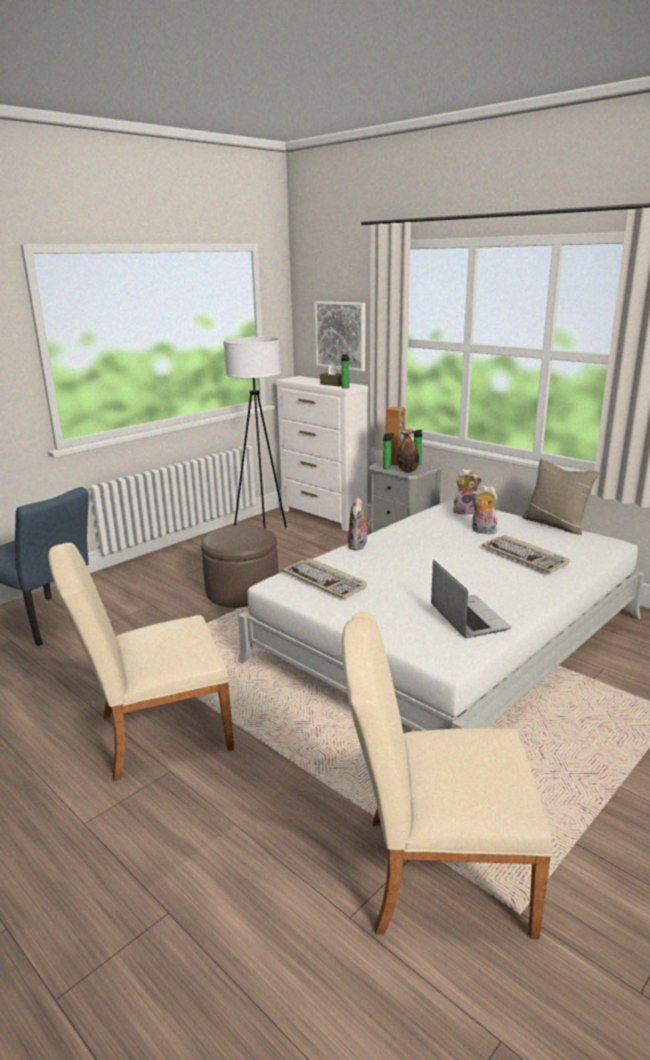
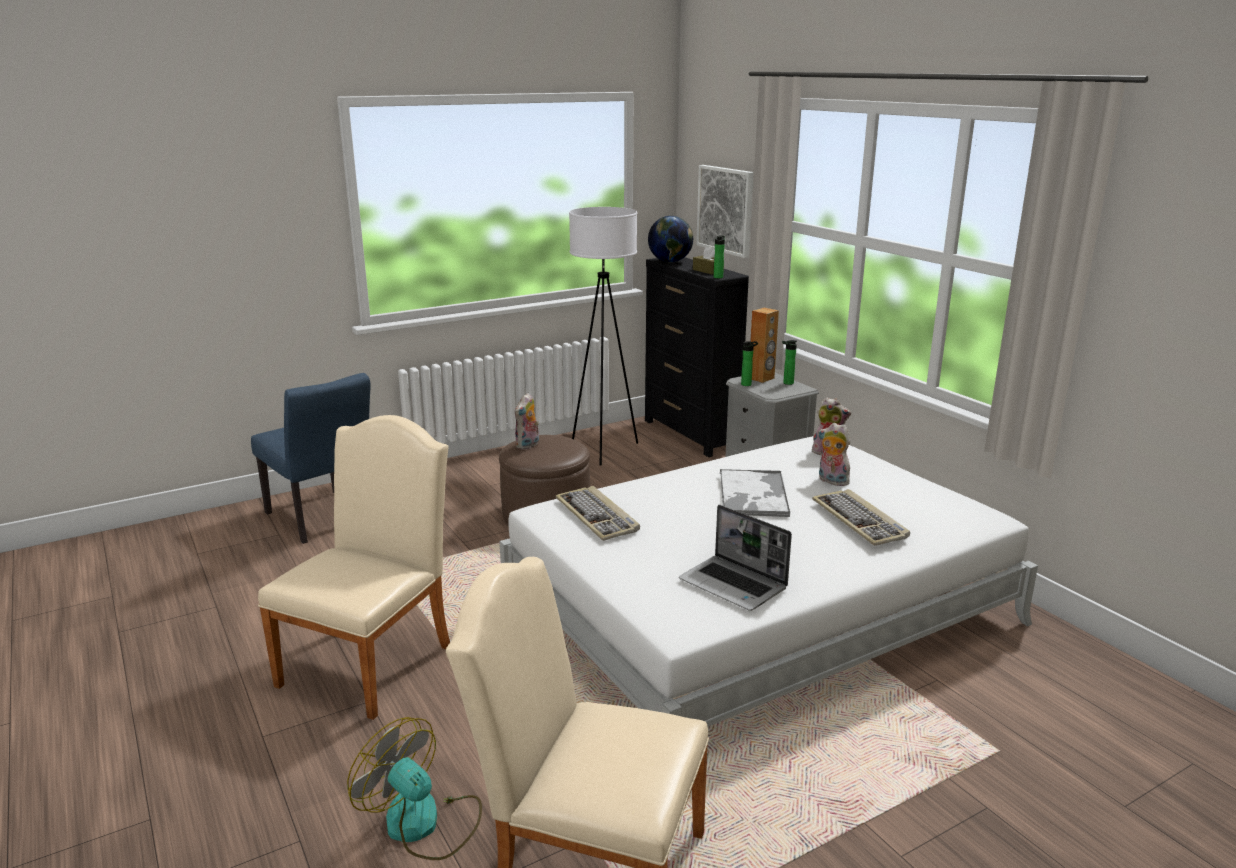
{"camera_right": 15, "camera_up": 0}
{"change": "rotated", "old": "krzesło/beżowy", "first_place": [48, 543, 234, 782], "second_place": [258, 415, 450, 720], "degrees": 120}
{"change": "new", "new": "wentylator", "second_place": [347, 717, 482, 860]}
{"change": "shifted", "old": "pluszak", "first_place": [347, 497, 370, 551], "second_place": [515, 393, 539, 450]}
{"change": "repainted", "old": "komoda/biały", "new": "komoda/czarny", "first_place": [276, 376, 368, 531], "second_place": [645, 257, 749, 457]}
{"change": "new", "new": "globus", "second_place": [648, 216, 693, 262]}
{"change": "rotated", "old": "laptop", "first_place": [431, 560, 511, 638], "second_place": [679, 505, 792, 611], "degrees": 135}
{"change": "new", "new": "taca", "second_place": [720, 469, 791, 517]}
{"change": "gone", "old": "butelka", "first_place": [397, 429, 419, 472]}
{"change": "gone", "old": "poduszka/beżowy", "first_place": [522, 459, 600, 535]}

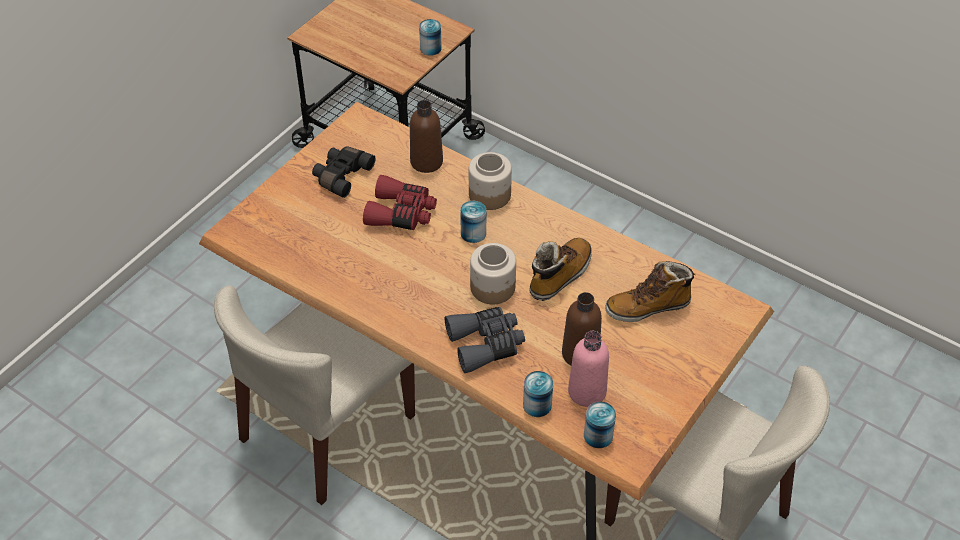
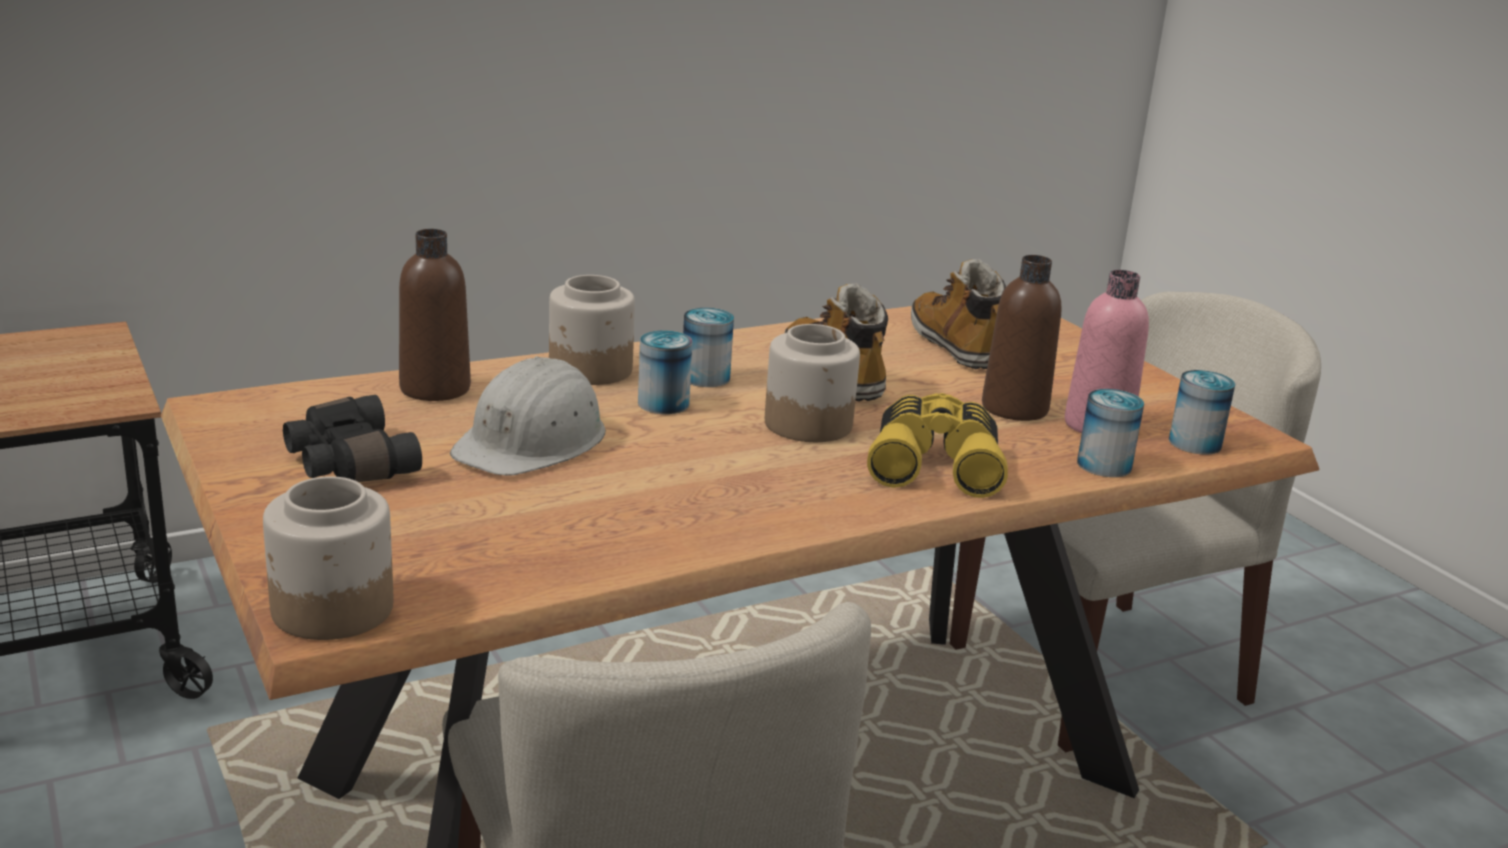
{"camera_right": -65, "camera_up": -25}
{"change": "new", "new": "słoik", "second_place": [263, 476, 394, 640]}
{"change": "swapped", "old": "lornetka/czerwony", "new": "kask/biały", "first_place": [363, 175, 437, 230], "second_place": [450, 356, 606, 476]}
{"change": "shifted", "old": "puszka", "first_place": [419, 19, 442, 56], "second_place": [683, 308, 734, 387]}
{"change": "repainted", "old": "lornetka/szary", "new": "lornetka/żółty", "first_place": [445, 307, 525, 373], "second_place": [867, 393, 1008, 498]}
{"change": "rotated", "old": "but z cholewką", "first_place": [606, 261, 695, 322], "second_place": [911, 259, 1006, 369], "degrees": 150}

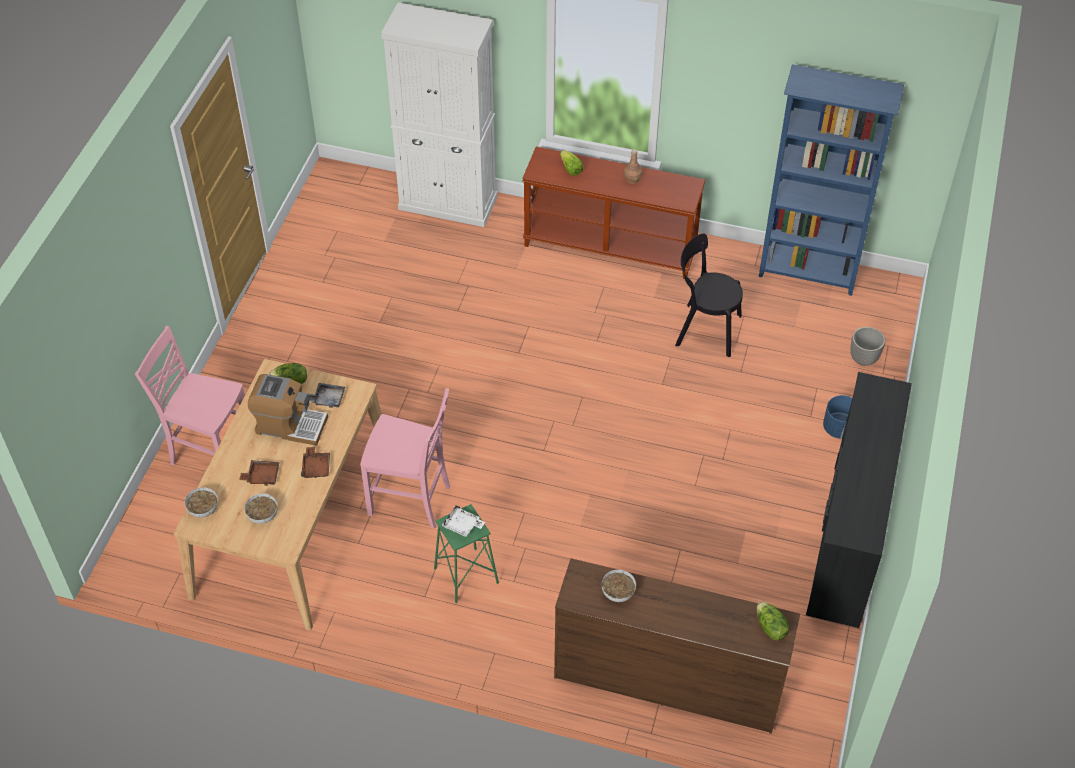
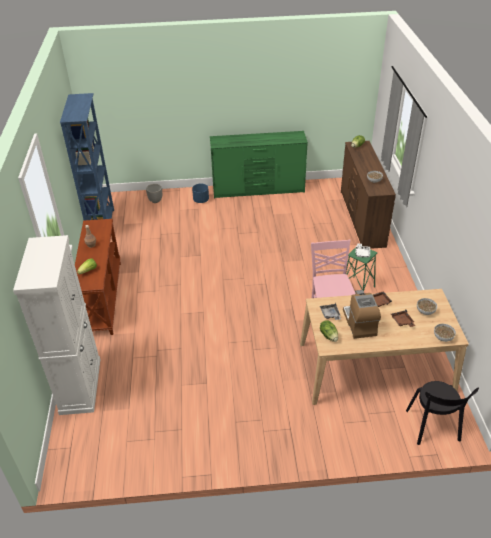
{"camera_right": -110, "camera_up": -10}
{"change": "repainted", "old": "komoda/czarny", "new": "komoda/zielony", "first_place": [806, 372, 912, 628], "second_place": [210, 131, 308, 198]}
{"change": "shifted", "old": "krzesło/czarny", "first_place": [675, 234, 743, 357], "second_place": [406, 381, 479, 445]}
{"change": "gone", "old": "krzesło/różowy", "first_place": [135, 326, 245, 465]}

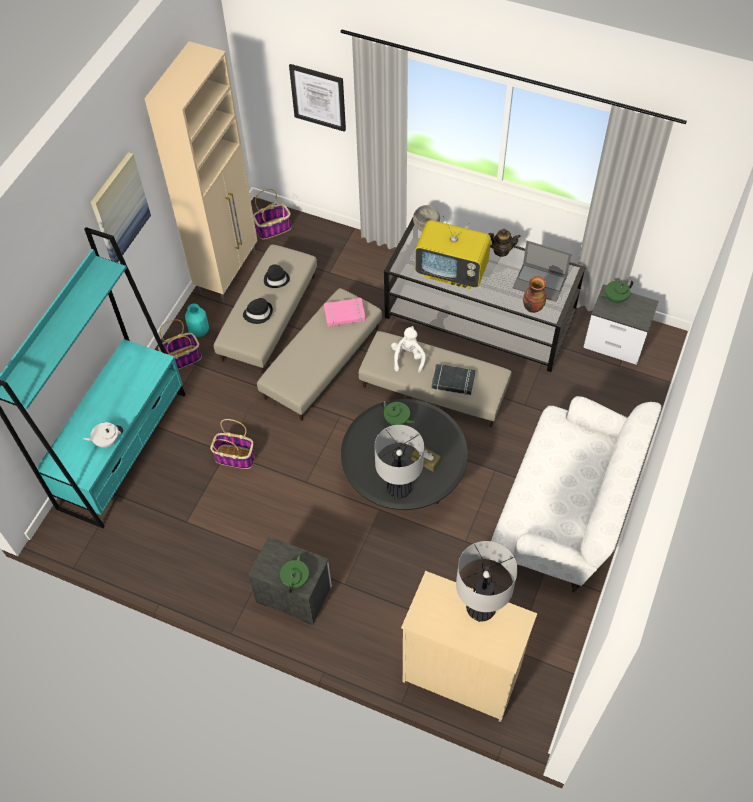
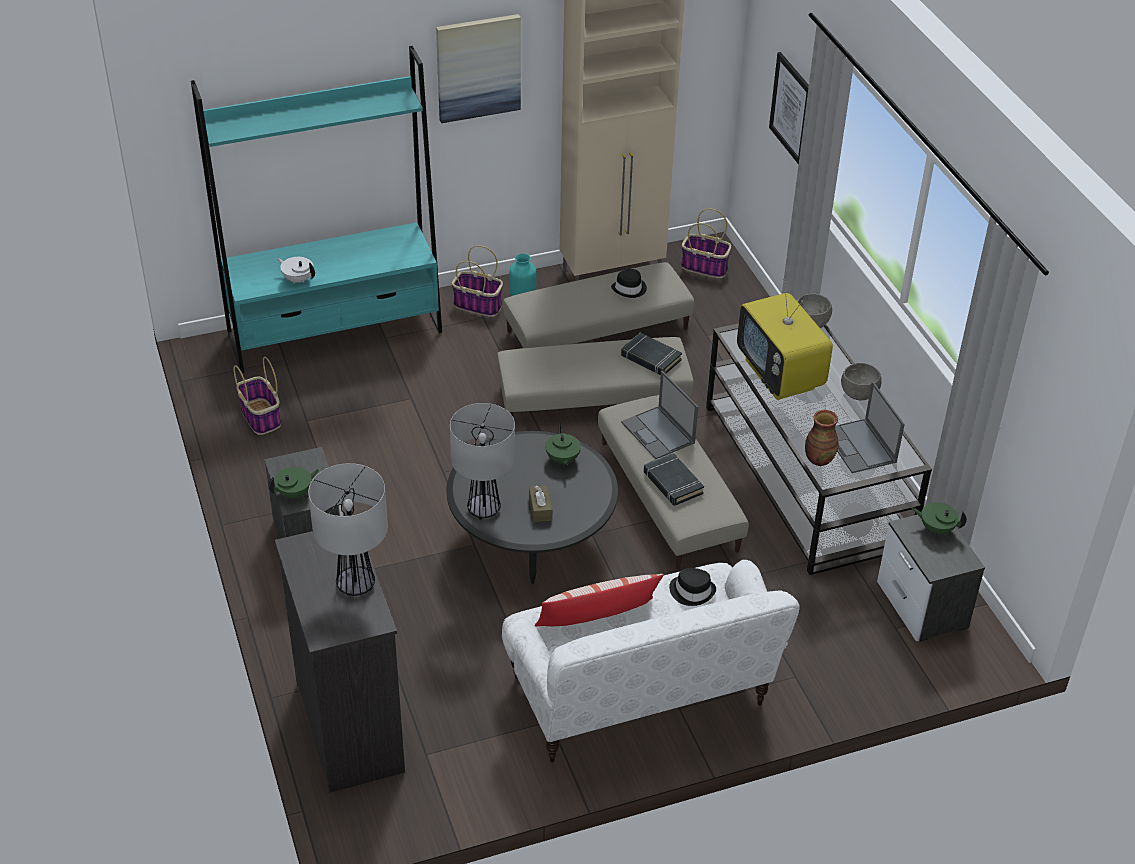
{"camera_right": 45, "camera_up": -15}
{"change": "shifted", "old": "koszyk", "first_place": [210, 419, 255, 469], "second_place": [234, 356, 281, 435]}
{"change": "repainted", "old": "komoda/beżowy", "new": "komoda/czarny", "first_place": [401, 571, 537, 722], "second_place": [275, 531, 405, 793]}
{"change": "new", "new": "poduszka", "second_place": [535, 574, 664, 627]}
{"change": "repainted", "old": "książka/różowy", "new": "książka/czarny", "first_place": [324, 298, 366, 327], "second_place": [621, 332, 682, 375]}
{"change": "swapped", "old": "pluszak/biały", "new": "laptop", "first_place": [391, 326, 426, 373], "second_place": [621, 371, 698, 459]}
{"change": "shifted", "old": "kapelusz/czarny", "first_place": [243, 298, 273, 324], "second_place": [669, 568, 716, 606]}
{"change": "swapped", "old": "imbryk", "new": "miska/szary", "first_place": [489, 229, 521, 257], "second_place": [841, 363, 882, 400]}

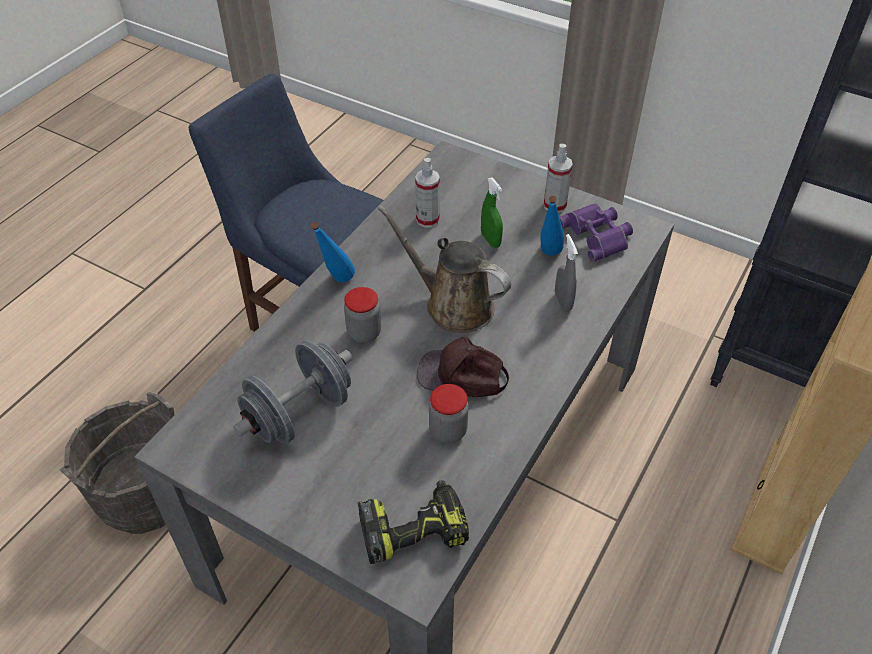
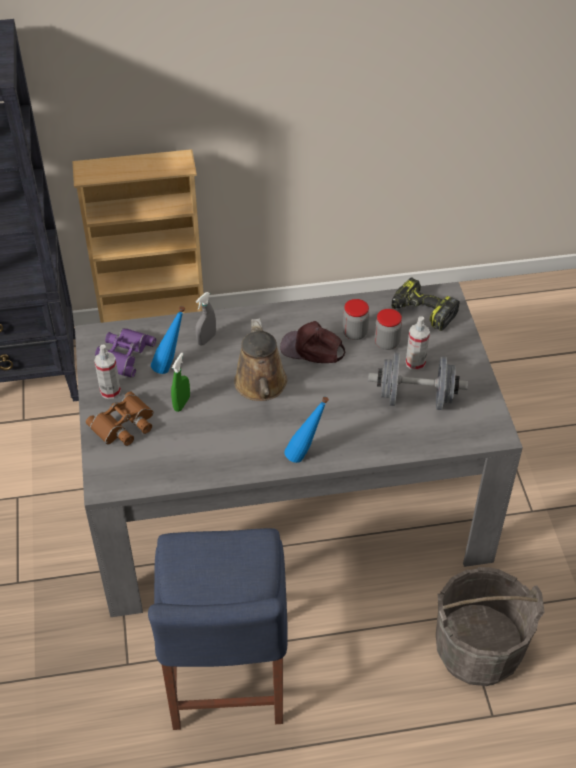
{"camera_right": -130, "camera_up": 0}
{"change": "new", "new": "lornetka/brązowy", "second_place": [86, 391, 153, 446]}
{"change": "rotated", "old": "czapka z daszkiem/brązowy", "first_place": [417, 337, 509, 397], "second_place": [280, 321, 345, 363], "degrees": 135}
{"change": "shifted", "old": "słoik", "first_place": [344, 287, 381, 343], "second_place": [374, 309, 402, 350]}
{"change": "shifted", "old": "spryskiwacz", "first_place": [415, 158, 440, 228], "second_place": [406, 316, 430, 371]}

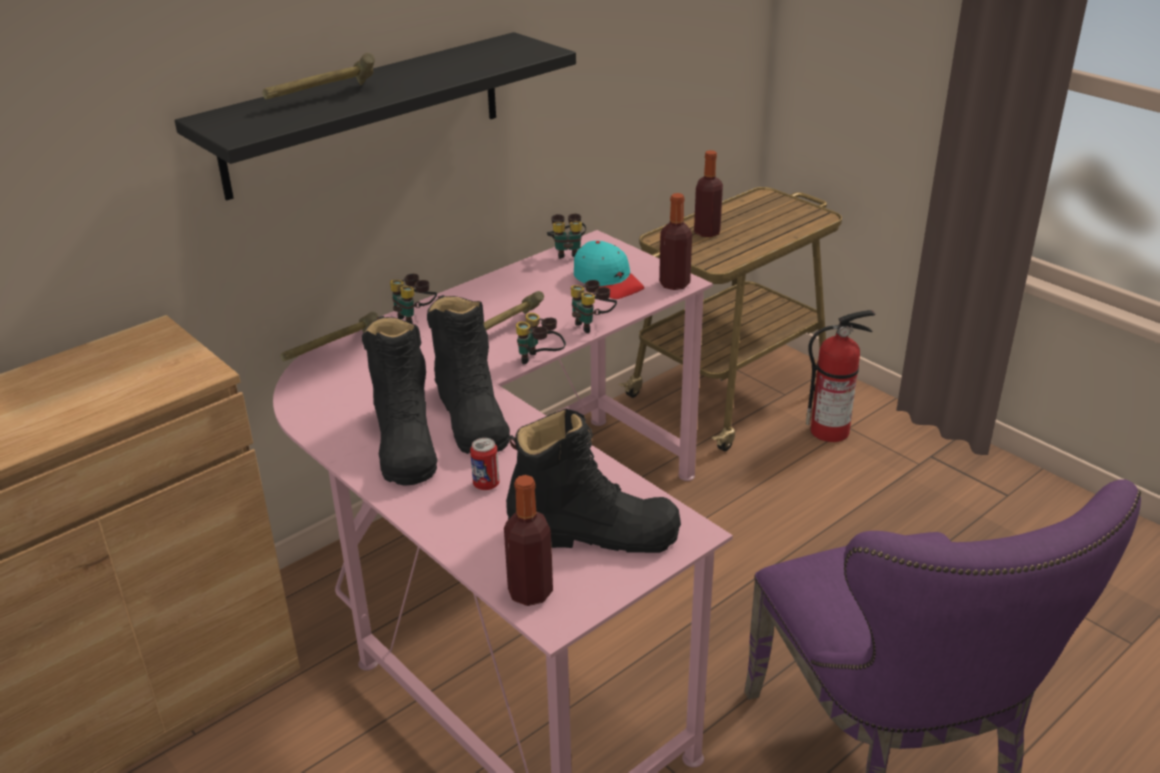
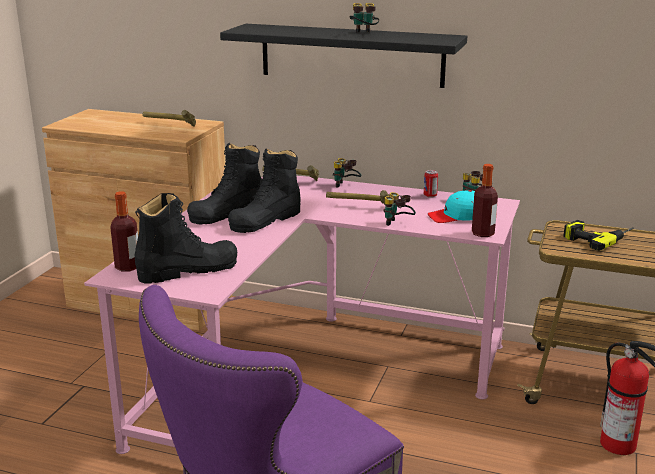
{"camera_right": 60, "camera_up": -10}
{"change": "rotated", "old": "but z cholewką/czarny", "first_place": [506, 409, 681, 553], "second_place": [135, 193, 237, 284], "degrees": -90}
{"change": "shifted", "old": "młotek", "first_place": [263, 53, 375, 99], "second_place": [142, 110, 196, 127]}
{"change": "shifted", "old": "lornetka", "first_place": [516, 313, 566, 364], "second_place": [350, 3, 379, 33]}
{"change": "shifted", "old": "puszka", "first_place": [470, 438, 500, 490], "second_place": [424, 170, 438, 198]}
{"change": "rotated", "old": "czapka z daszkiem/turkusowy", "first_place": [574, 241, 644, 299], "second_place": [428, 190, 475, 223], "degrees": 60}
{"change": "swapped", "old": "butelka", "new": "wiertarka", "first_place": [694, 150, 723, 237], "second_place": [563, 220, 634, 251]}

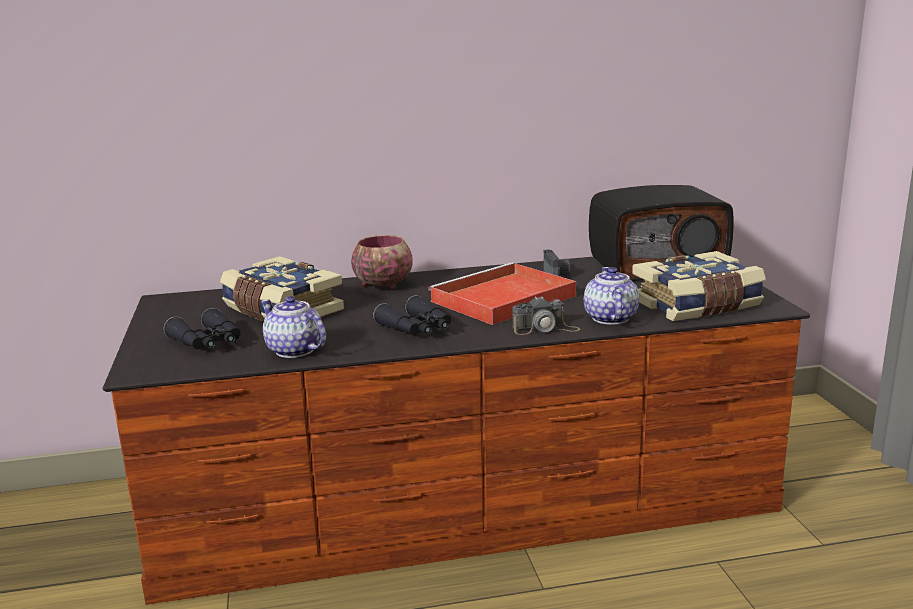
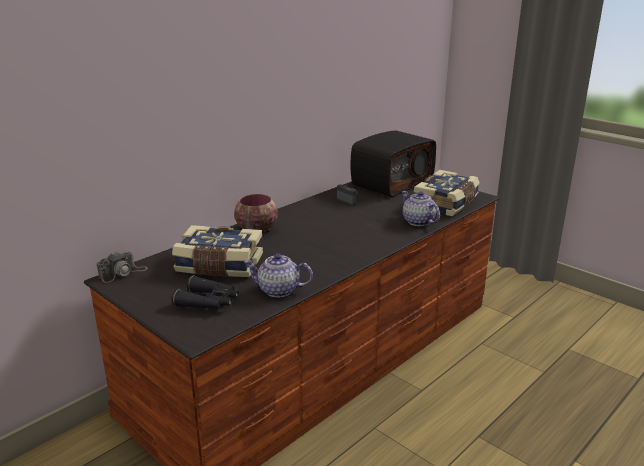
{"camera_right": -35, "camera_up": 5}
{"change": "shifted", "old": "aparat fotograficzny", "first_place": [512, 296, 580, 335], "second_place": [97, 251, 148, 283]}
{"change": "gone", "old": "lornetka/czarny", "first_place": [372, 295, 451, 335]}
{"change": "gone", "old": "taca/czerwony", "first_place": [428, 262, 576, 325]}

